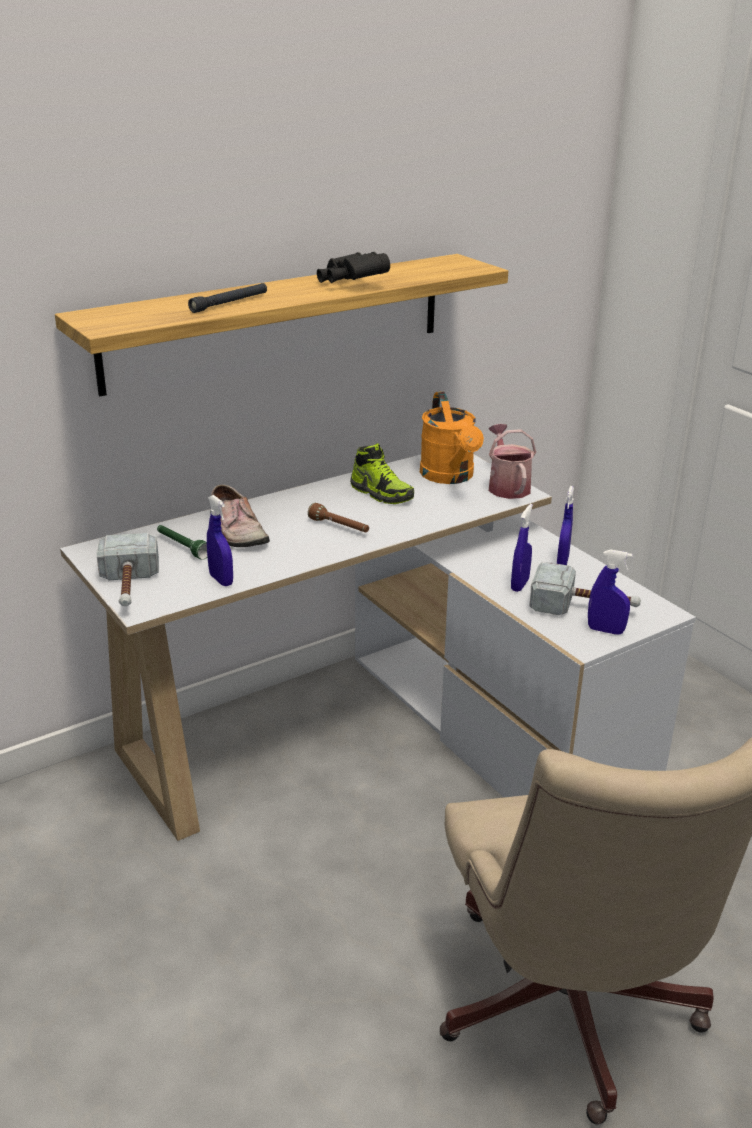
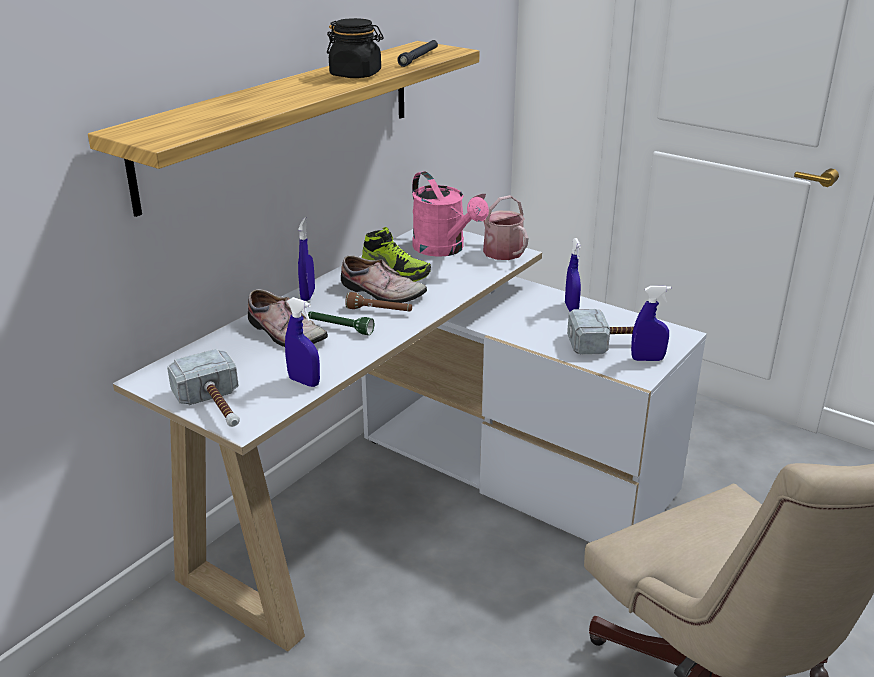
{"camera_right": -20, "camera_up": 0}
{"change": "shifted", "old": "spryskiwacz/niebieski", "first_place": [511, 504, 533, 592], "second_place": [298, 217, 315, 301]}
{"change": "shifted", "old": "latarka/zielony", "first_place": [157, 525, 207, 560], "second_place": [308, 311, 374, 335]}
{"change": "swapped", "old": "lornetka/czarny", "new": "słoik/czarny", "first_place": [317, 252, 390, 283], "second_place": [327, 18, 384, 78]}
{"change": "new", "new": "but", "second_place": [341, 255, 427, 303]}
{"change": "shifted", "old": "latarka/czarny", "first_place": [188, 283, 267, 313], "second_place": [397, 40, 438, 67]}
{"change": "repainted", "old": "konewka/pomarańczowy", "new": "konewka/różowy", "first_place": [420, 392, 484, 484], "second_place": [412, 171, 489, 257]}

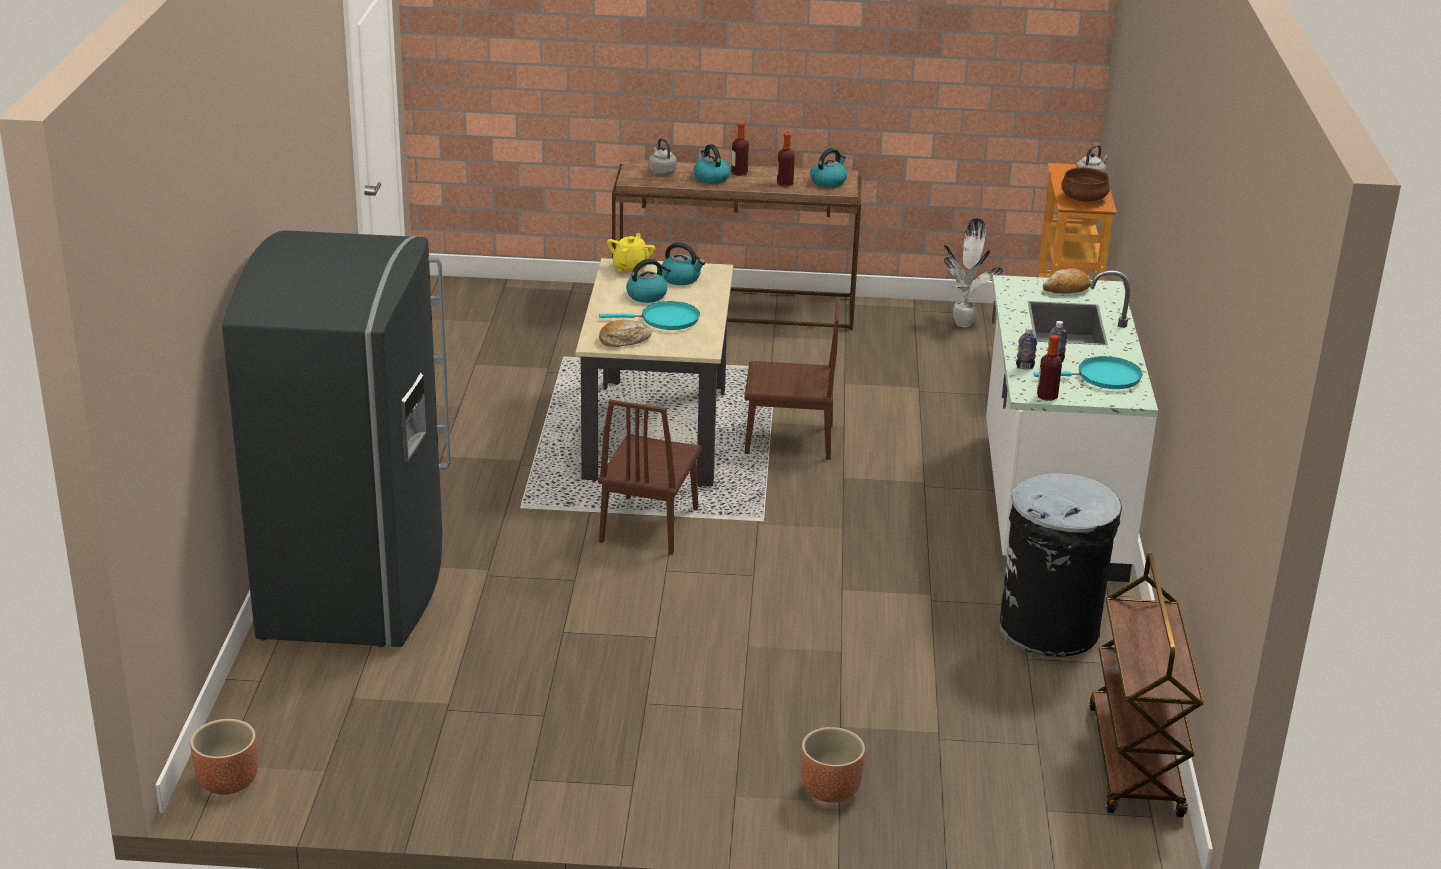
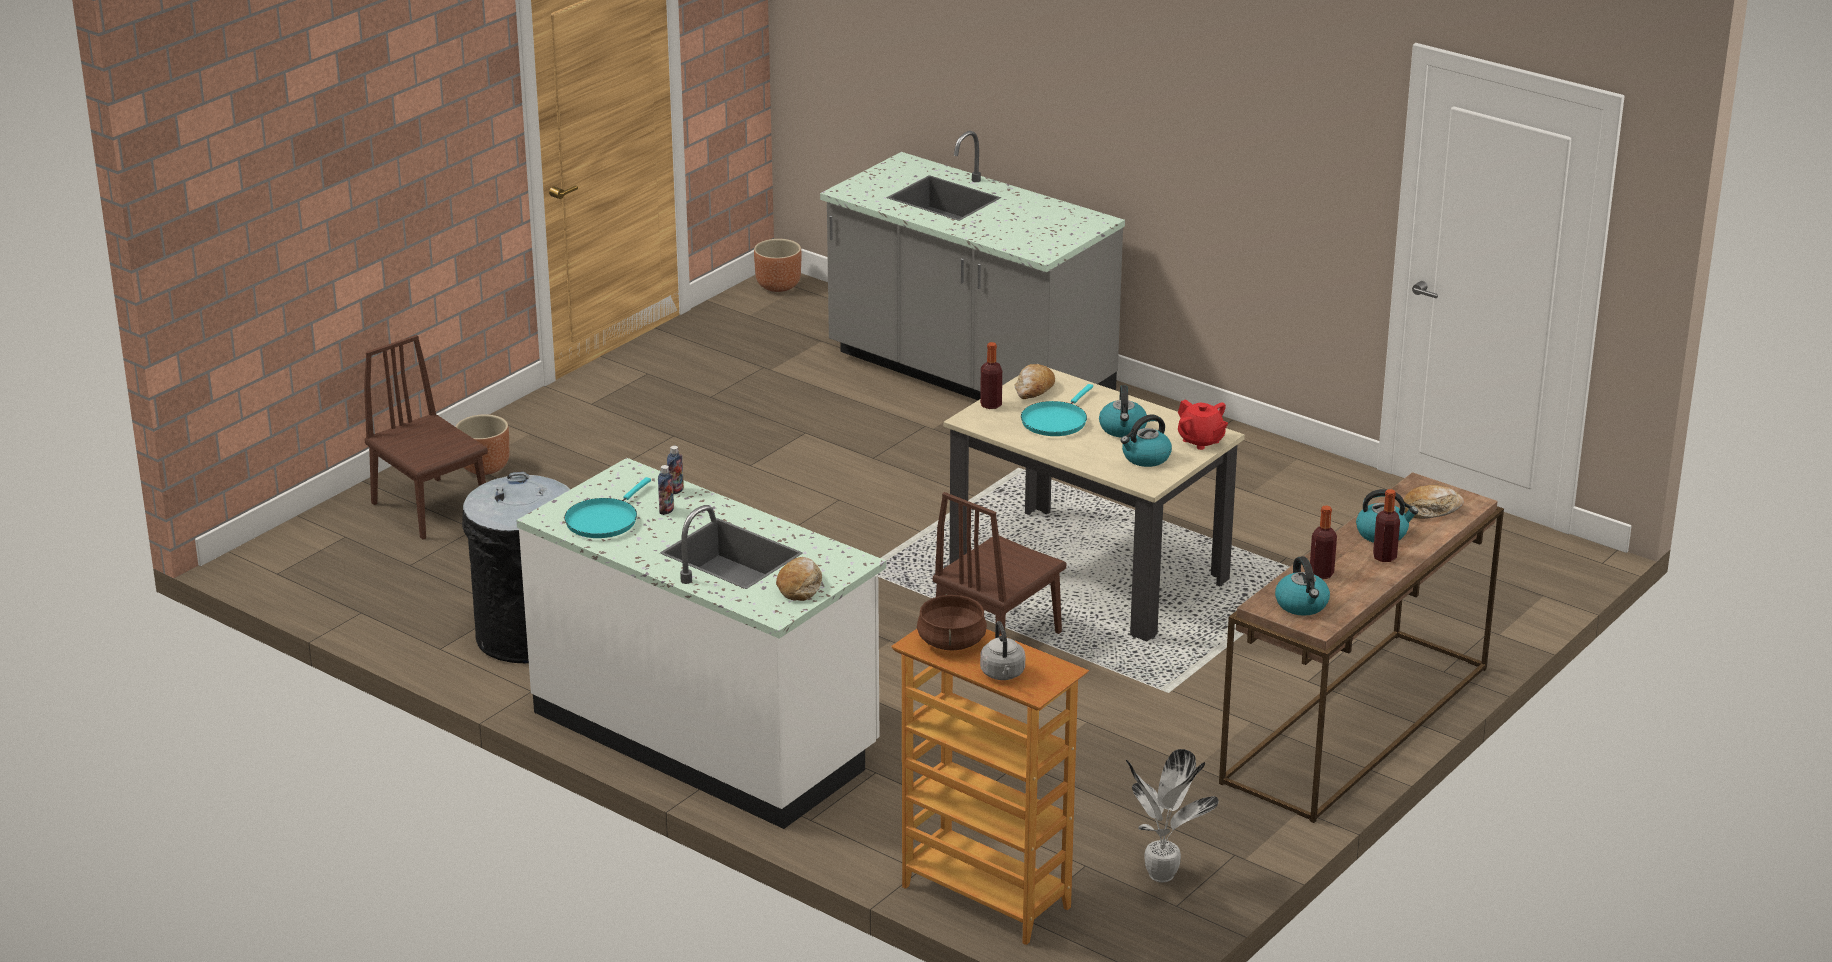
{"camera_right": 125, "camera_up": 0}
{"change": "shifted", "old": "krzesło/brązowy", "first_place": [598, 399, 702, 555], "second_place": [364, 335, 488, 540]}
{"change": "swapped", "old": "lodówka/szary", "new": "zabudowa kuchenna/szary", "first_place": [222, 230, 451, 647], "second_place": [820, 131, 1125, 400]}
{"change": "shifted", "old": "butelka", "first_place": [1037, 335, 1062, 401], "second_place": [980, 342, 1002, 409]}
{"change": "repainted", "old": "imbryk/żółty", "new": "imbryk/czerwony", "first_place": [607, 233, 655, 273], "second_place": [1178, 399, 1228, 450]}
{"change": "swapped", "old": "czajnik/szary", "new": "chleb", "first_place": [649, 138, 677, 175], "second_place": [1404, 485, 1464, 519]}
{"change": "gone", "old": "wózek/brązowy", "first_place": [1089, 553, 1204, 817]}

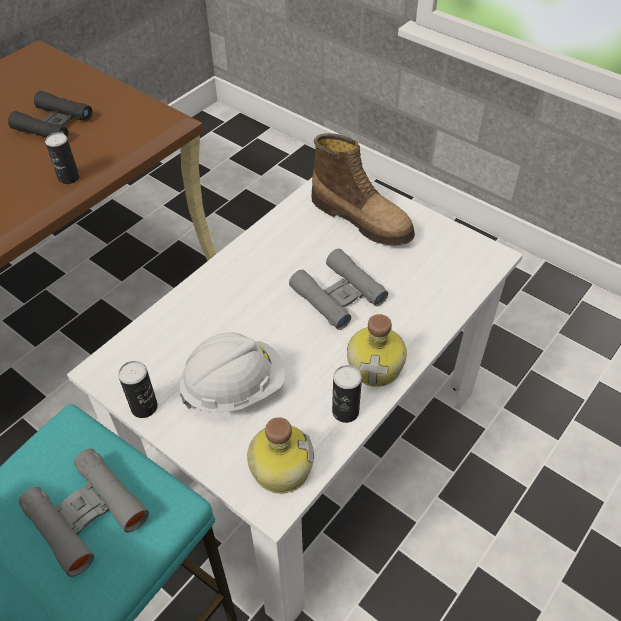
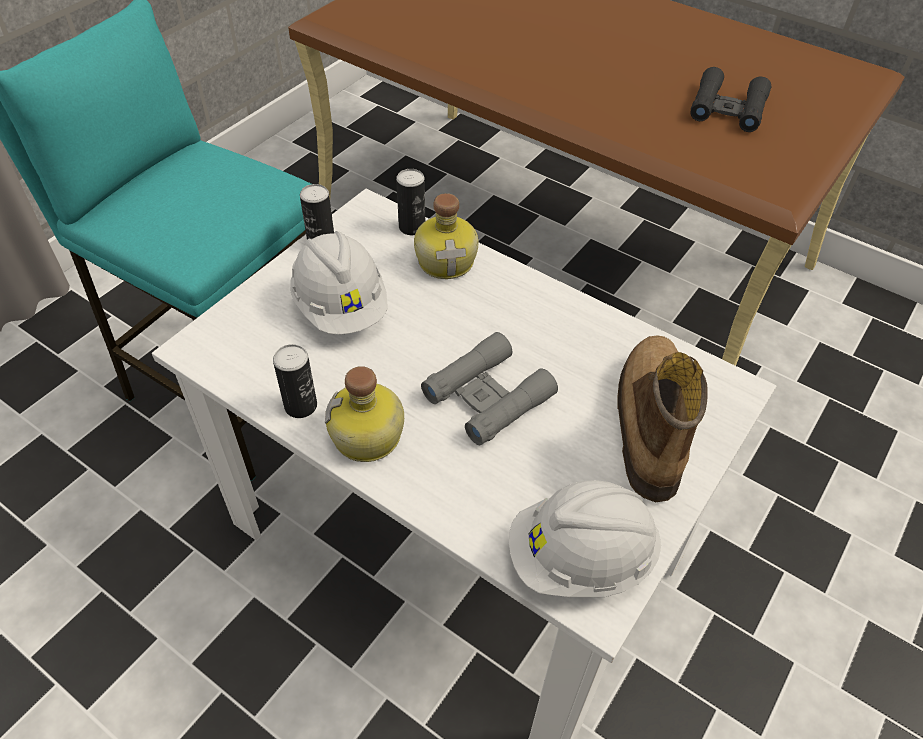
{"camera_right": 85, "camera_up": 0}
{"change": "shifted", "old": "puszka", "first_place": [45, 133, 80, 185], "second_place": [396, 169, 425, 235]}
{"change": "shifted", "old": "butelka", "first_place": [247, 417, 314, 494], "second_place": [414, 193, 479, 279]}
{"change": "new", "new": "kask/biały", "second_place": [509, 480, 661, 597]}
{"change": "rotated", "old": "but z cholewką", "first_place": [312, 133, 415, 245], "second_place": [617, 335, 708, 502], "degrees": 150}
{"change": "gone", "old": "lornetka/szary", "first_place": [19, 448, 149, 577]}

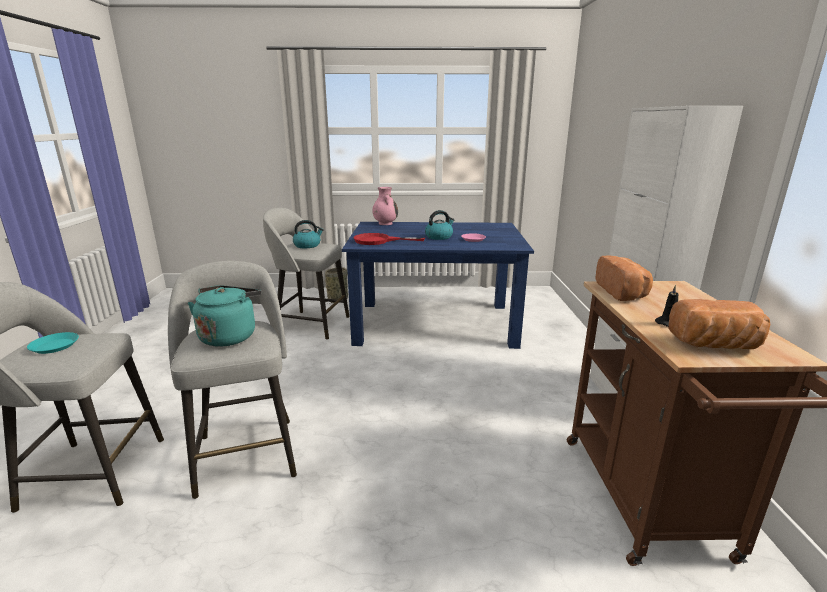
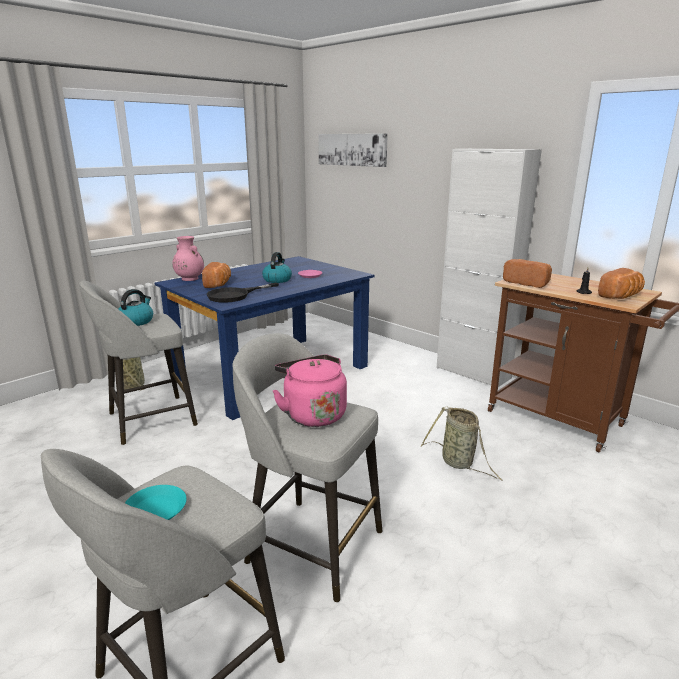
{"camera_right": -45, "camera_up": 0}
{"change": "new", "new": "chleb", "second_place": [202, 262, 231, 288]}
{"change": "repainted", "old": "patelnia/czerwony", "new": "patelnia/czarny", "first_place": [354, 233, 425, 245], "second_place": [207, 283, 279, 303]}
{"change": "repainted", "old": "czajnik/turkusowy", "new": "czajnik/różowy", "first_place": [188, 285, 261, 347], "second_place": [273, 354, 347, 427]}
{"change": "new", "new": "obraz", "second_place": [318, 133, 388, 167]}
{"change": "new", "new": "koszyk", "second_place": [421, 407, 503, 481]}

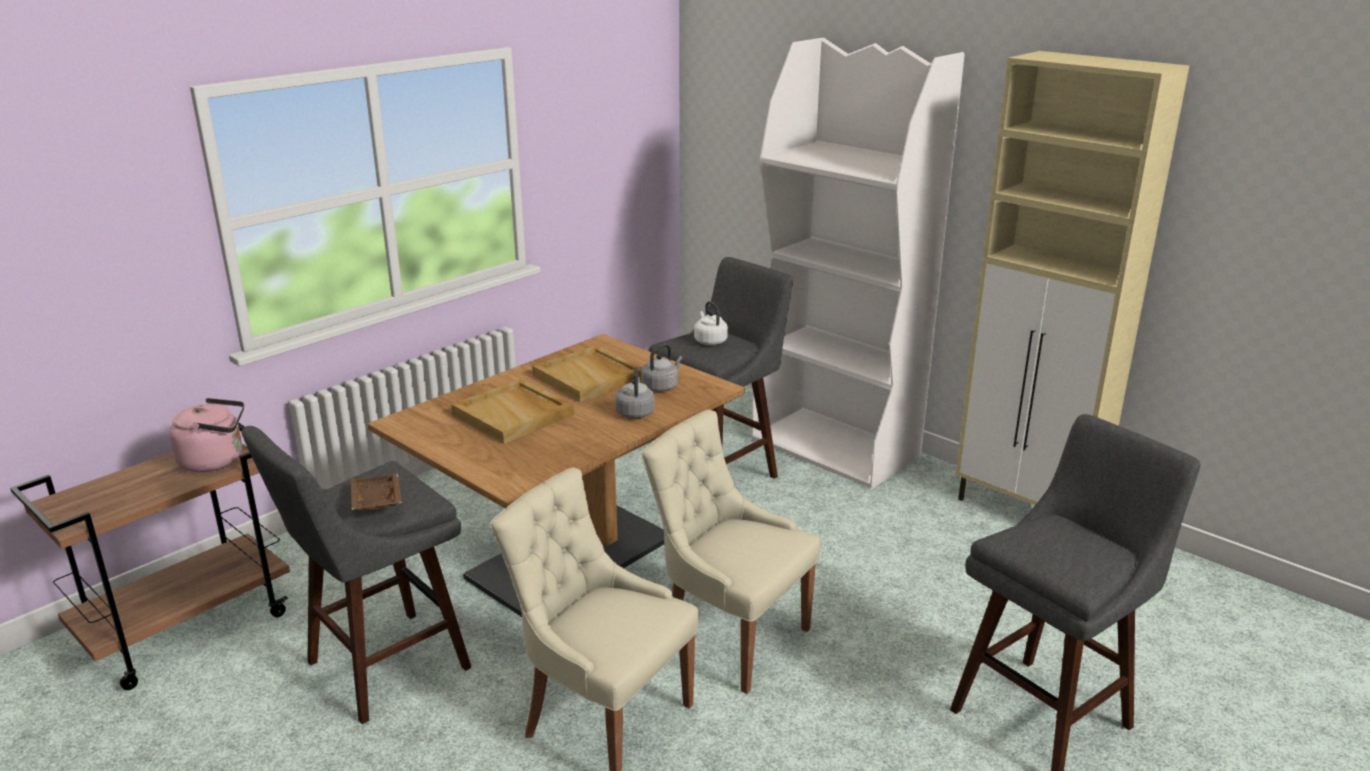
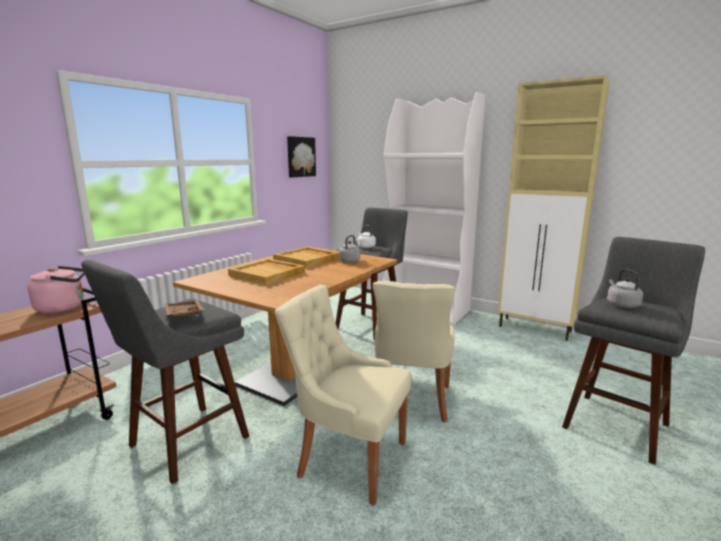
{"camera_right": -10, "camera_up": -10}
{"change": "new", "new": "obraz", "second_place": [287, 136, 316, 177]}
{"change": "rotated", "old": "krzesło/beżowy", "first_place": [642, 409, 821, 694], "second_place": [373, 281, 455, 423], "degrees": -105}
{"change": "shifted", "old": "czajnik/szary", "first_place": [615, 367, 655, 418], "second_place": [607, 269, 643, 308]}

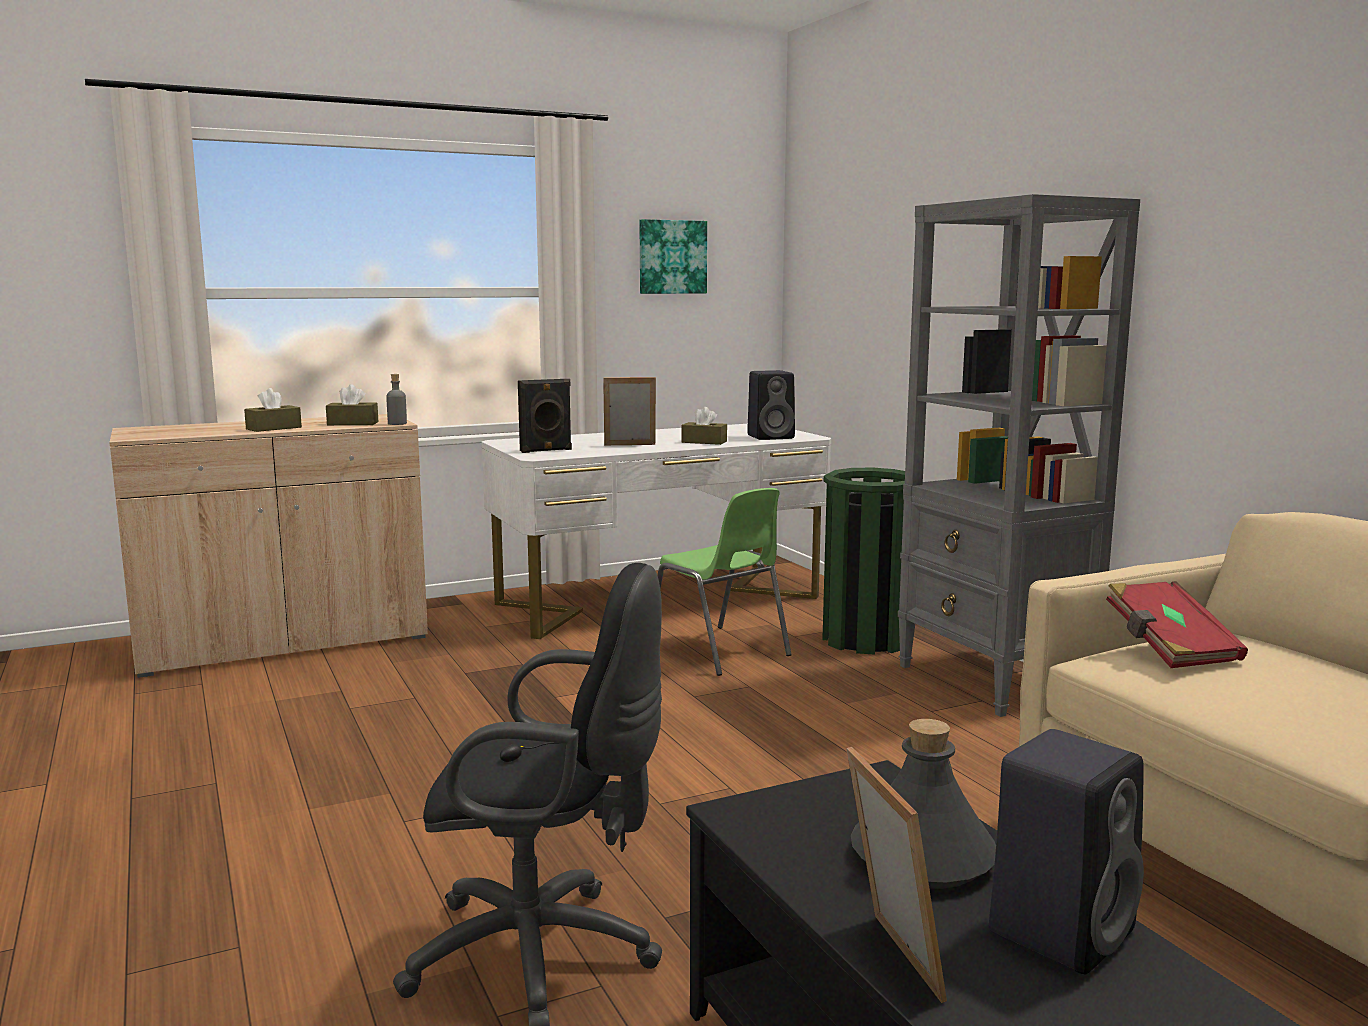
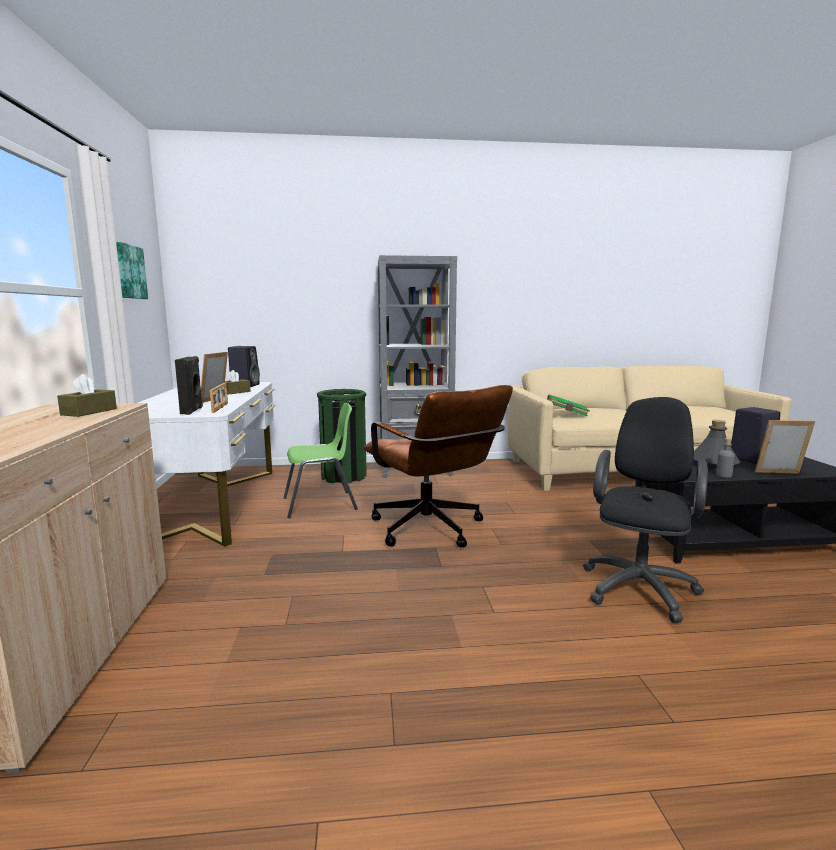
{"camera_right": -70, "camera_up": 0}
{"change": "new", "new": "ramka na zdjęcie", "second_place": [210, 383, 228, 413]}
{"change": "new", "new": "krzesło biurowe/brązowy", "second_place": [363, 385, 513, 547]}
{"change": "repainted", "old": "książka/czerwony", "new": "książka/zielony", "first_place": [1106, 581, 1248, 668], "second_place": [547, 395, 590, 416]}
{"change": "shifted", "old": "butelka/szary", "first_place": [386, 374, 407, 425], "second_place": [716, 438, 735, 478]}
{"change": "gone", "old": "pudełko chusteczek/brązowy", "first_place": [244, 388, 302, 432]}

